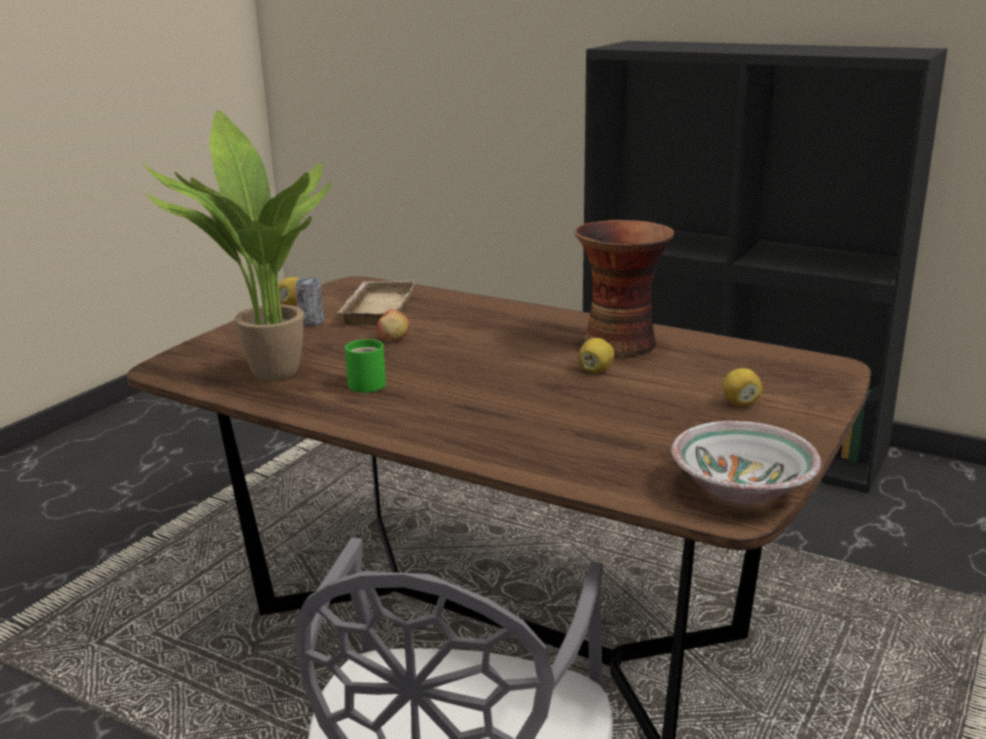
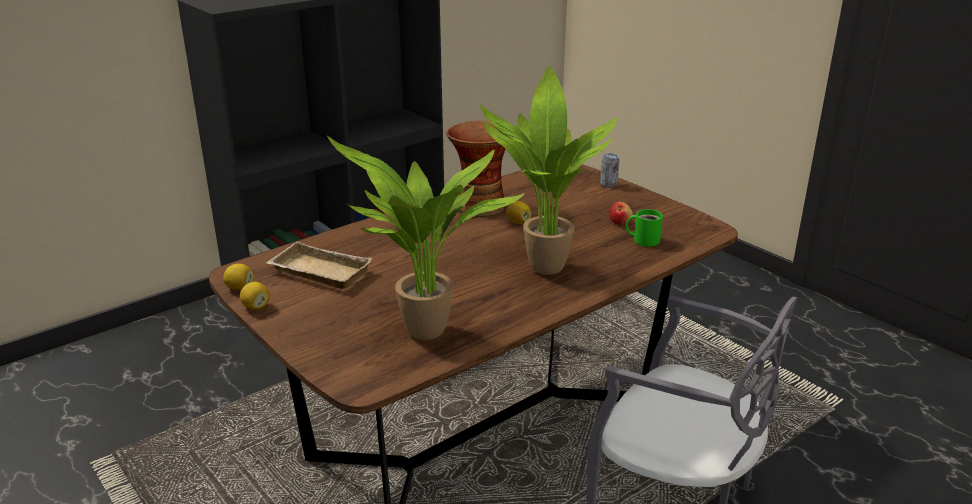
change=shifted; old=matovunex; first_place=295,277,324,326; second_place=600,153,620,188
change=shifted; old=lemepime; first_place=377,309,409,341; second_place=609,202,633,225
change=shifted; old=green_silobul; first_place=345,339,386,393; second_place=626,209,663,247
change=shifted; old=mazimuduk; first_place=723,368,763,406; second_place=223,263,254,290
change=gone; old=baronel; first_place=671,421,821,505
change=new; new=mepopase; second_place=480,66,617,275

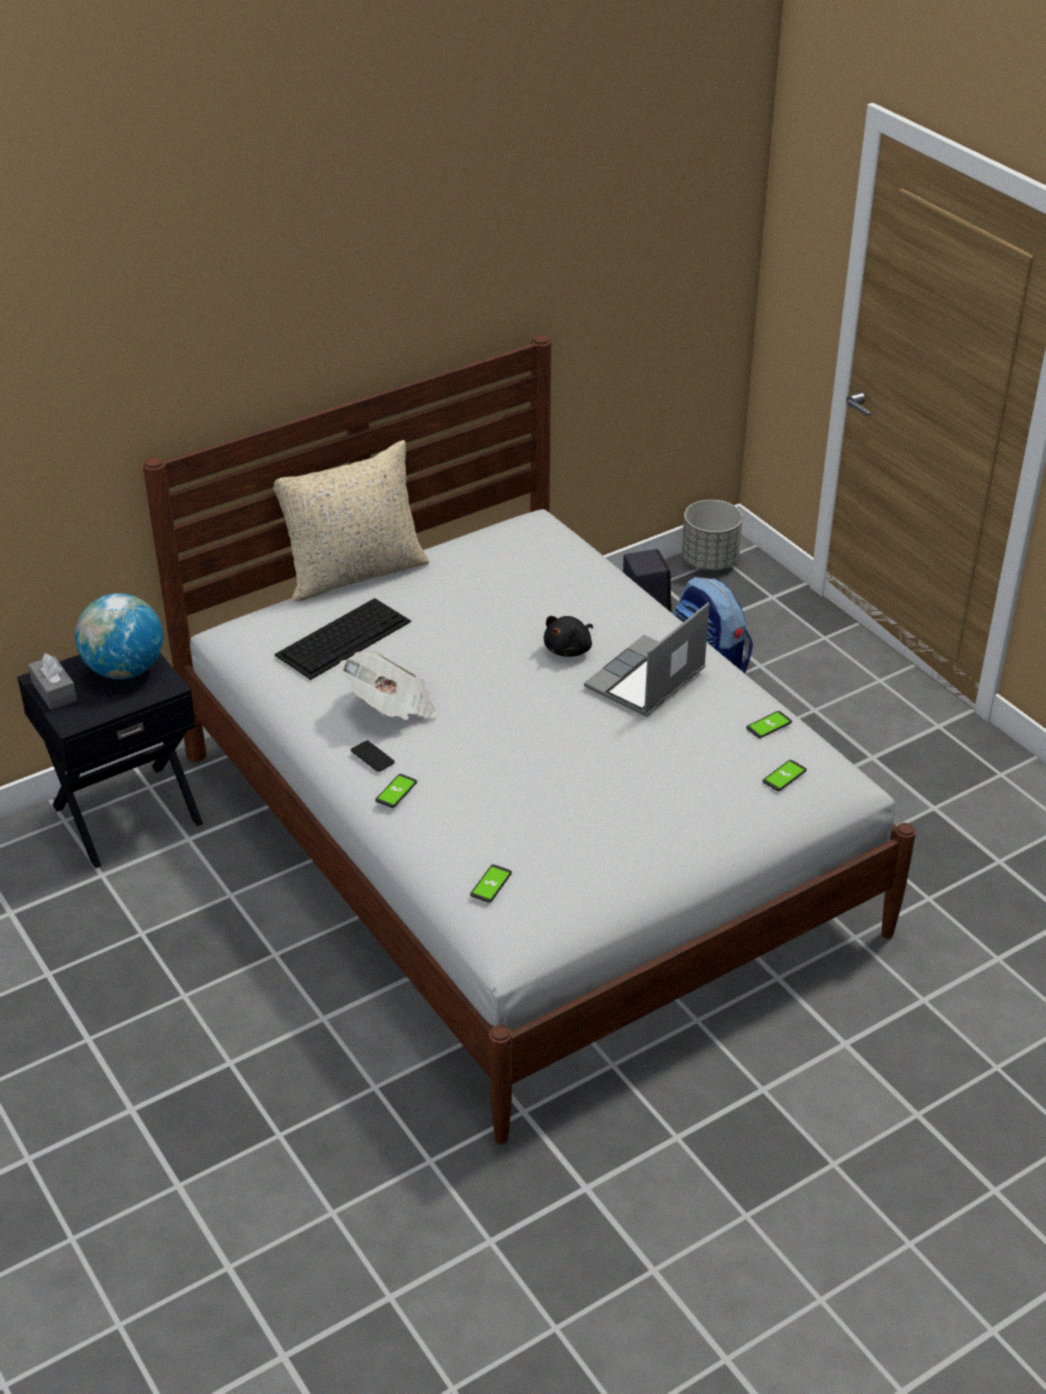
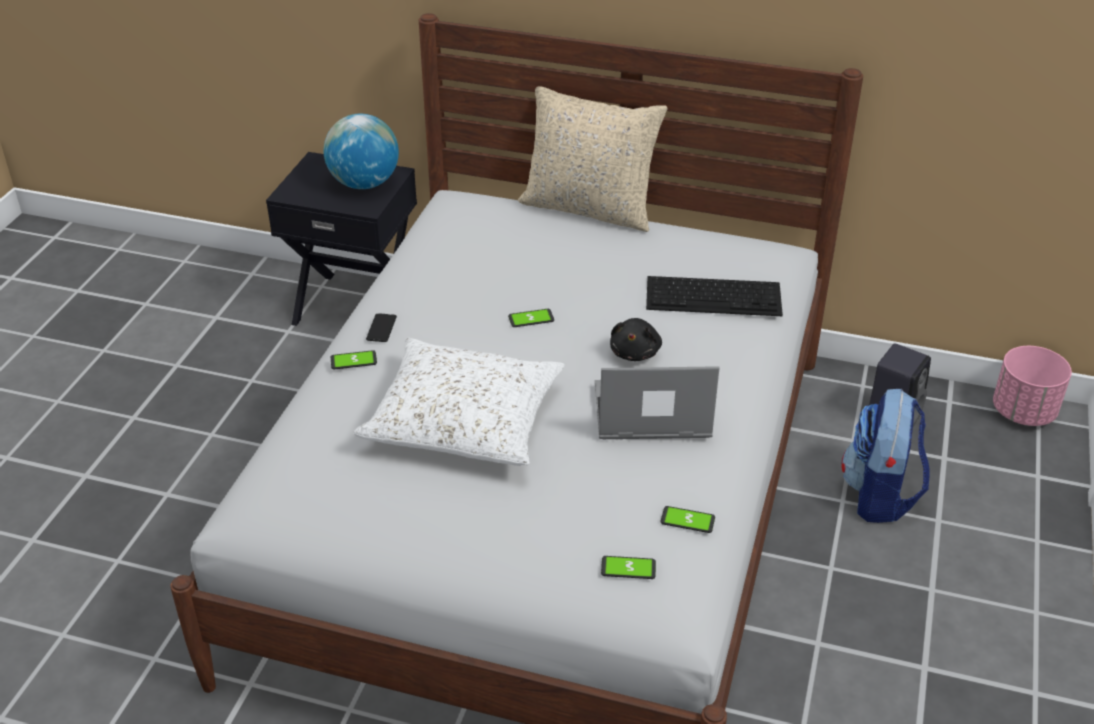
change=repainted; old=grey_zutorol; new=pink_zutorol; first_place=682,500,743,570; second_place=993,346,1072,426
change=shifted; old=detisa; first_place=274,598,411,680; second_place=646,276,783,316
change=rotated; old=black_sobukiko; first_place=544,616,593,657; second_place=610,318,662,361; degrees=-75
change=gone; old=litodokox; first_place=340,651,438,720
change=gone; old=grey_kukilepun; first_place=28,653,77,710
change=shifted; old=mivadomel; first_place=470,864,512,903; second_place=508,309,554,327
change=new; new=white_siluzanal; second_place=353,338,565,466

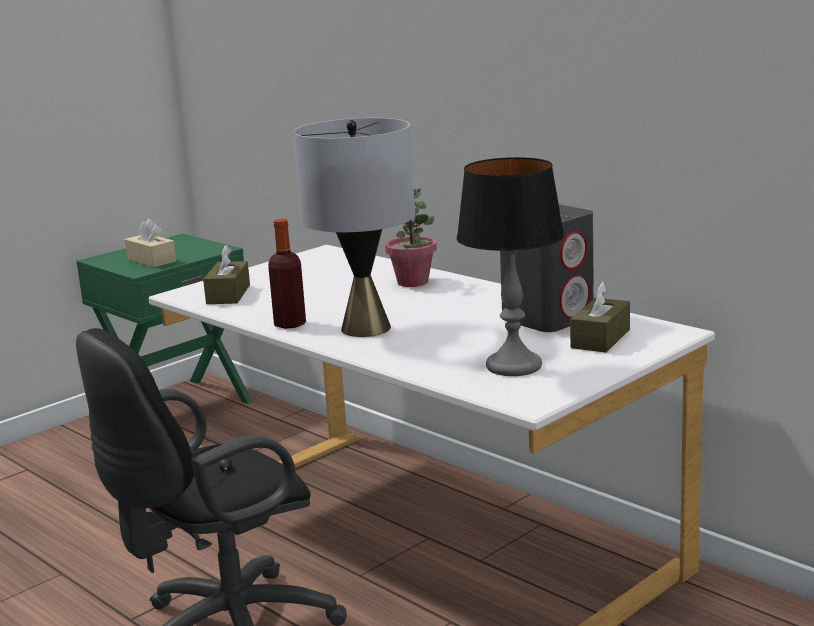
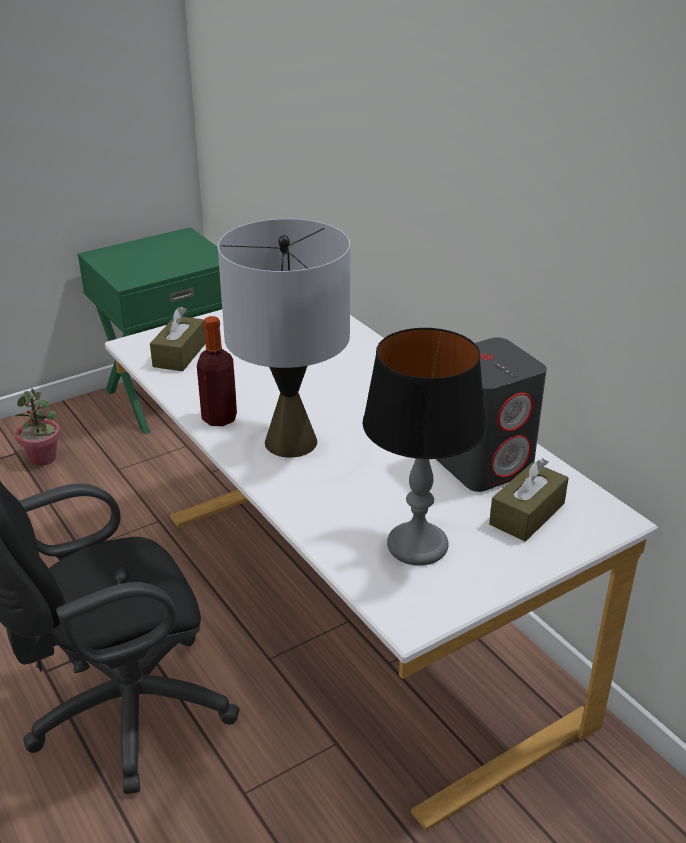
change=shifted; old=mepopase; first_place=385,188,437,287; second_place=15,388,60,466
change=gone; old=beige_kukilepun; first_place=125,219,176,268

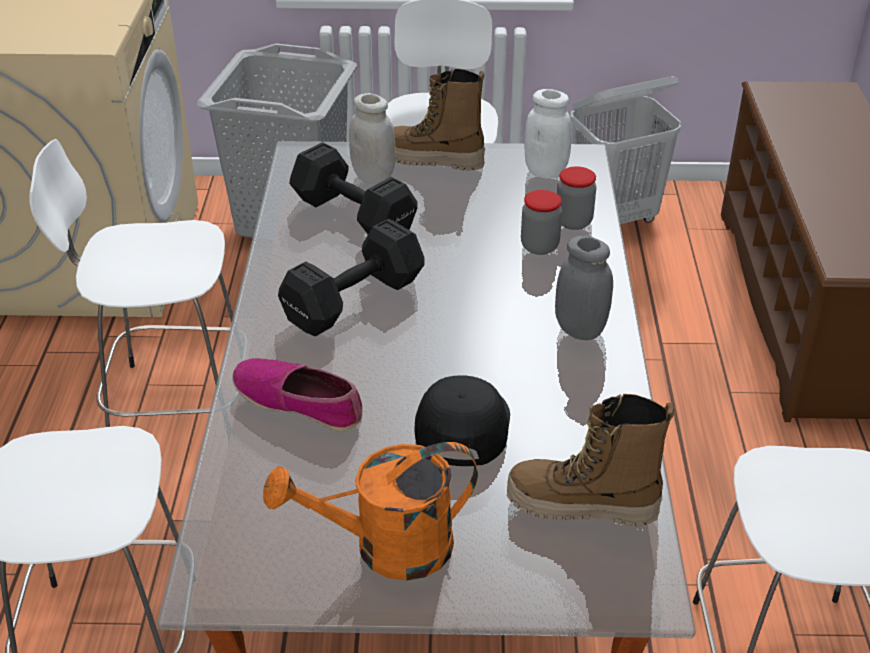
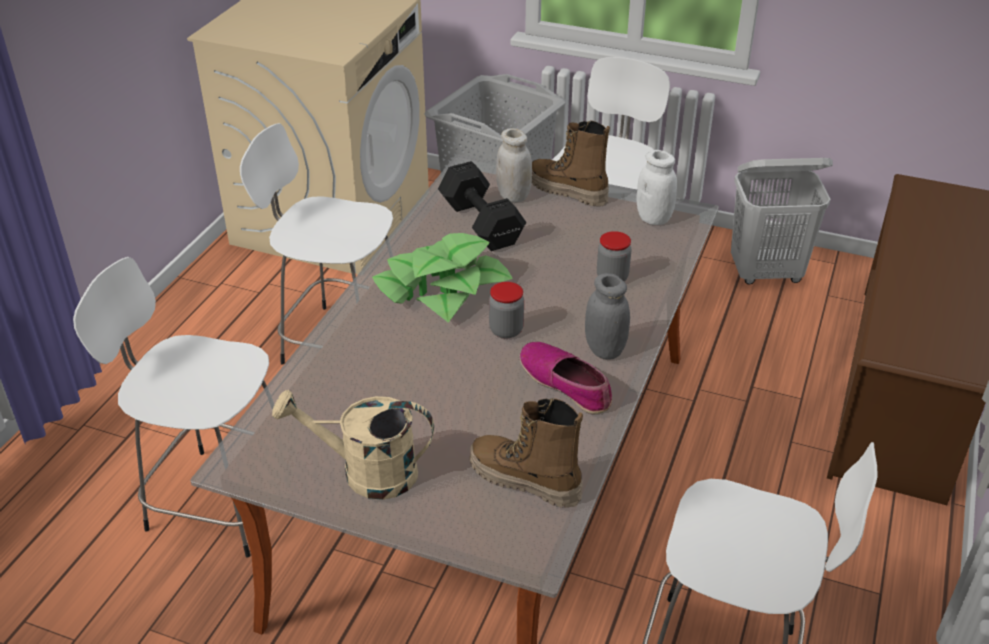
change=shifted; old=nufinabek; first_place=557,166,596,230; second_place=489,282,524,338
change=swapped; old=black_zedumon; new=mepopase; first_place=278,219,424,336; second_place=372,233,513,323
change=shifted; old=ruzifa; first_place=233,358,363,431; second_place=520,342,612,414
change=gone; old=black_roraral; first_place=414,375,510,466
change=repainted; old=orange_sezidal; new=beige_sezidal; first_place=263,442,478,581; second_place=272,390,434,500

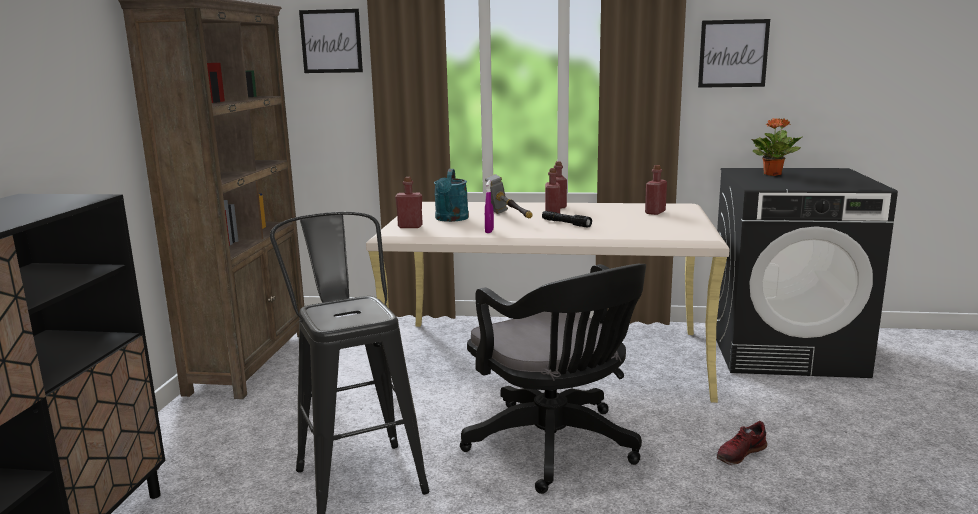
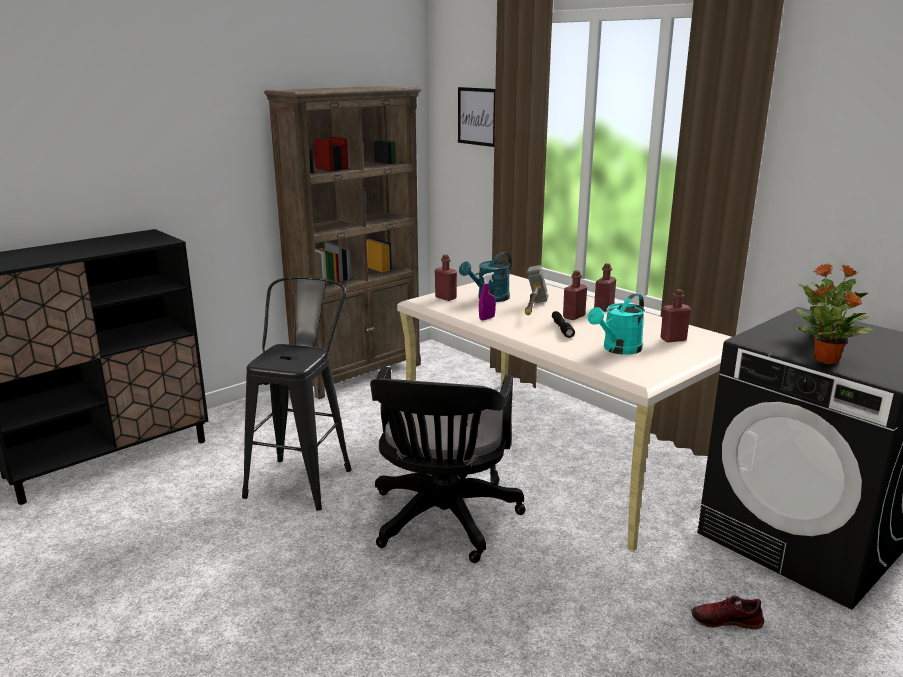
change=gone; old=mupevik; first_place=698,19,770,88
change=shifted; old=ruzifa; first_place=717,421,767,465; second_place=691,595,764,629
change=new; new=mepopase; second_place=796,285,873,365
change=new; new=turquoise_sezidal; second_place=588,293,645,355

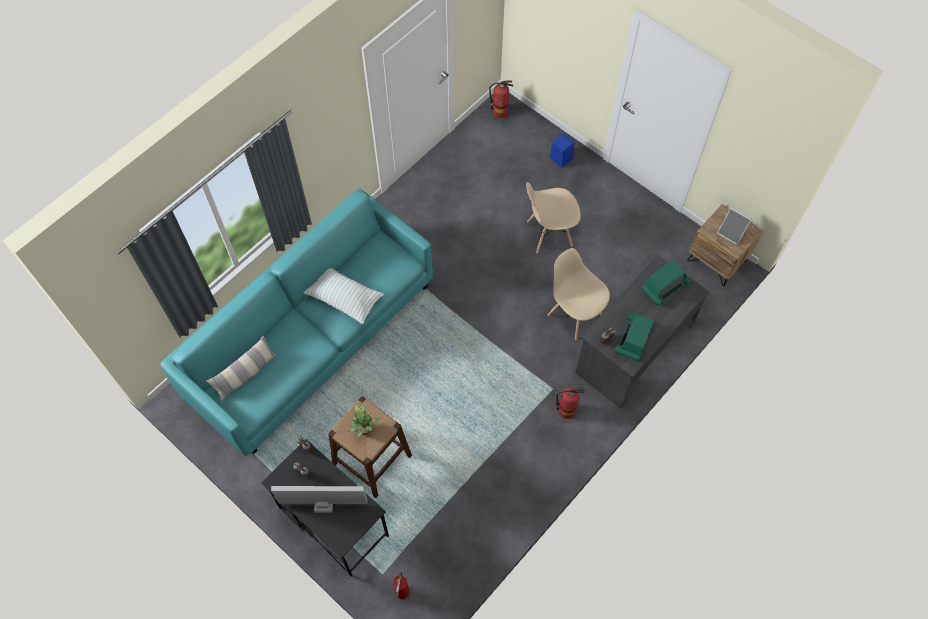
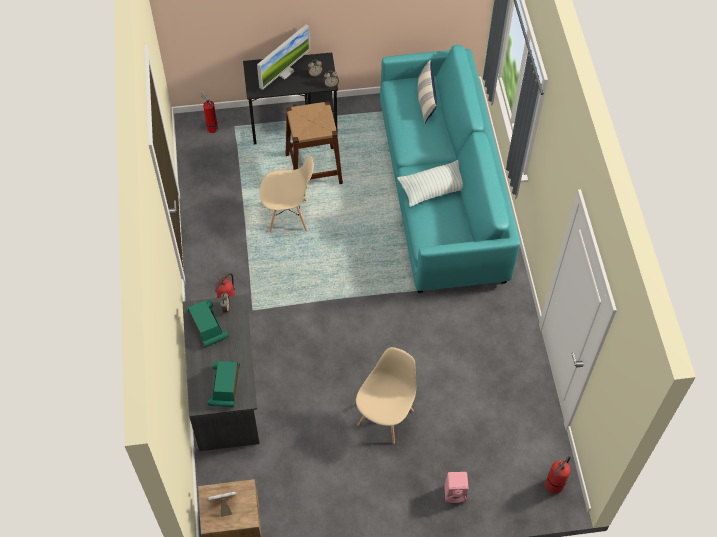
change=repainted; old=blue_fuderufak; new=pink_fuderufak; first_place=550,134,574,168; second_place=444,472,468,503
change=shifted; old=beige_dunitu; first_place=548,248,610,340; second_place=260,156,314,232
change=gone; old=mepopase; first_place=350,405,380,437

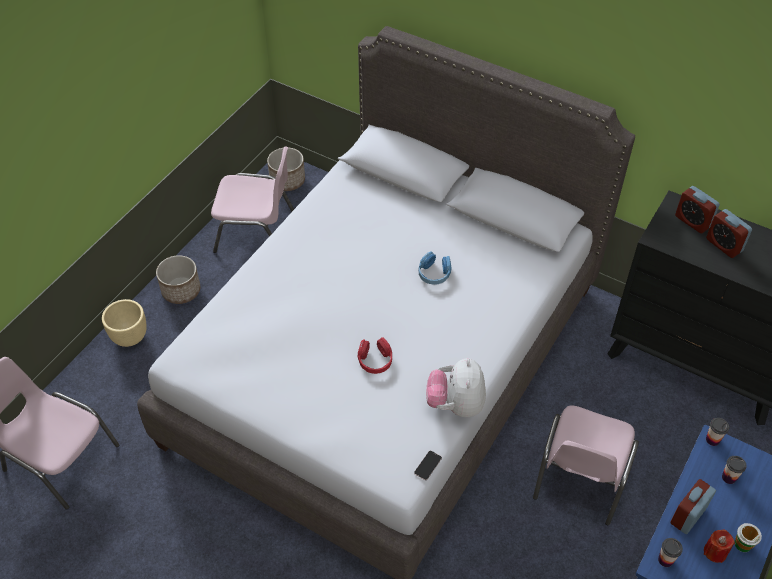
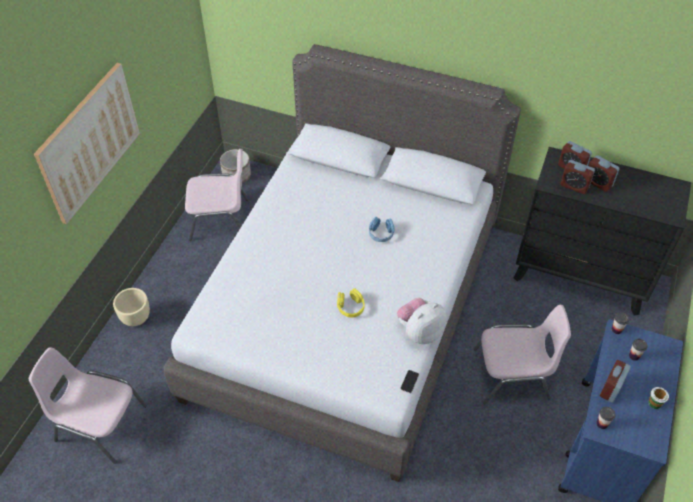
change=gone; old=zutorol; first_place=156,255,200,304
change=repainted; old=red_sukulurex; new=yellow_sukulurex; first_place=358,337,392,374; second_place=337,288,365,317
change=rotated; old=sobukiko; first_place=426,358,486,417; second_place=397,298,447,344; degrees=60
change=rotated; old=pink_dunitu; first_place=533,405,639,525; second_place=474,305,571,404; degrees=-105
change=gone; old=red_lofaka; first_place=704,529,735,563
change=new; new=mupevik; second_place=34,63,140,224
change=new; new=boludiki; second_place=560,160,595,194

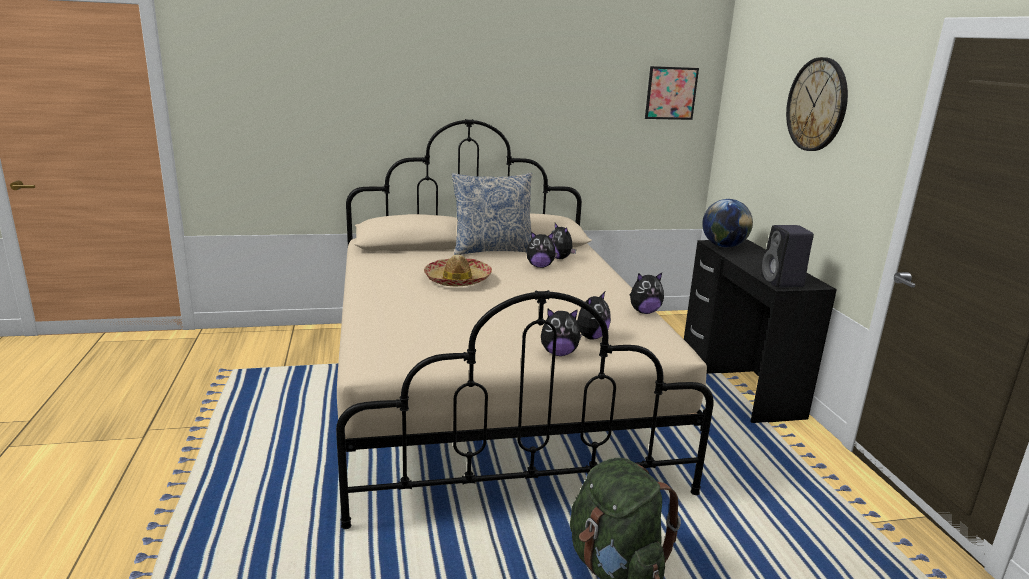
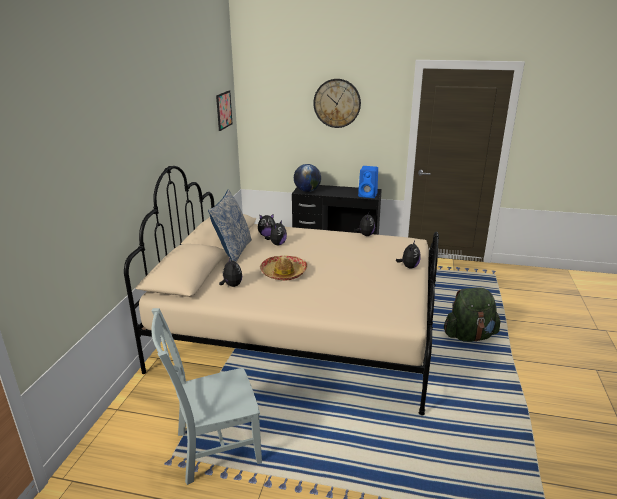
change=repainted; old=black_fuderufak; new=blue_fuderufak; first_place=761,225,814,287; second_place=358,166,378,198
change=shifted; old=sobukiko; first_place=576,292,611,340; second_place=219,257,242,287
change=new; new=grey_dunitu; second_place=151,308,262,485

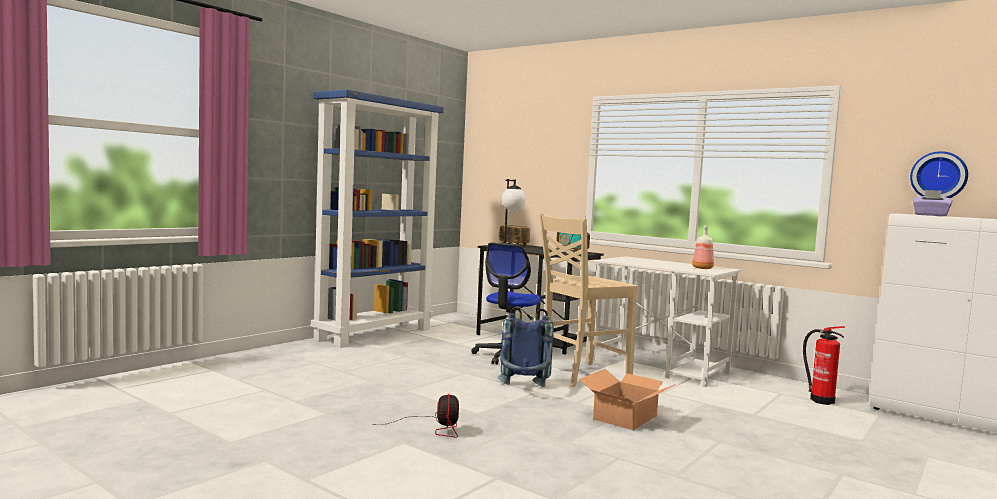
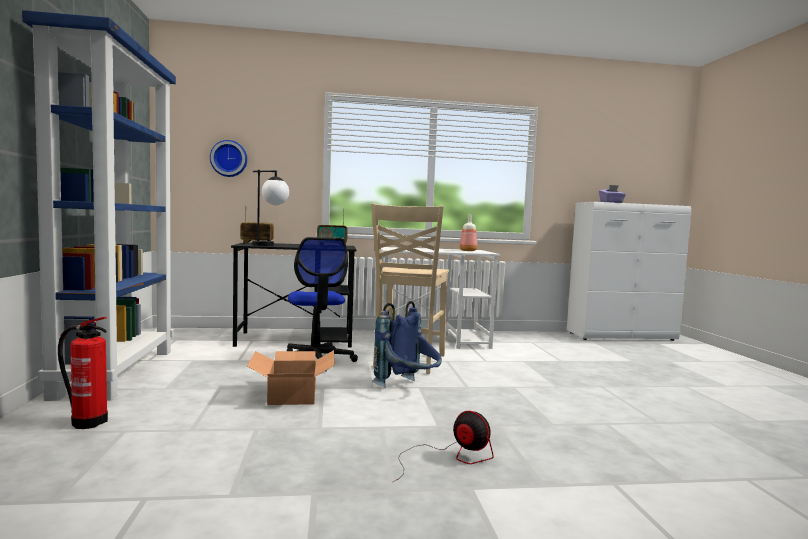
change=shifted; old=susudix; first_place=910,151,968,198; second_place=210,140,247,177
change=shifted; old=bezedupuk; first_place=803,326,845,405; second_place=58,317,108,429
change=shifted; old=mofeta; first_place=579,369,676,430; second_place=247,350,335,405

